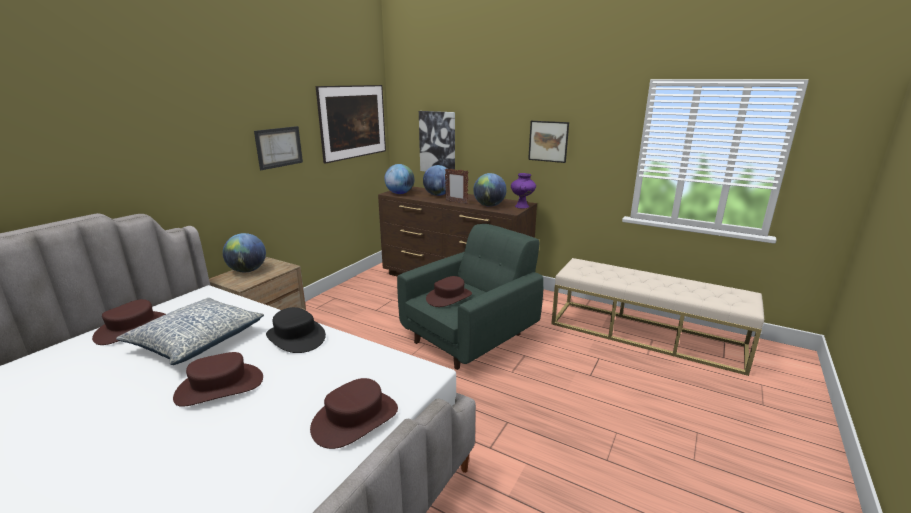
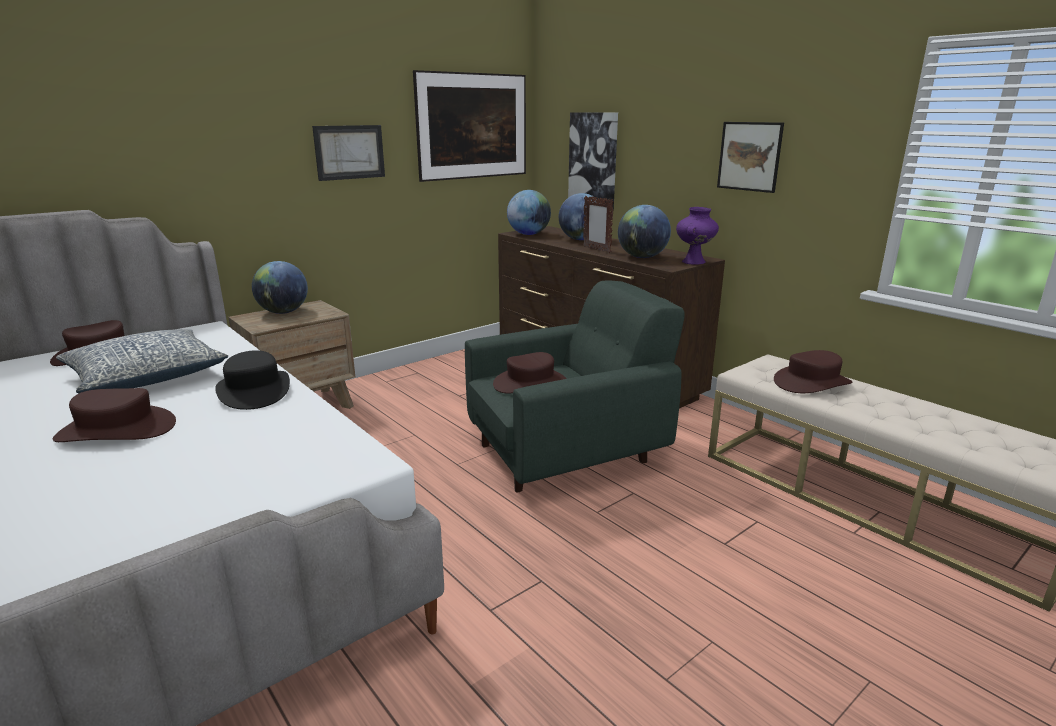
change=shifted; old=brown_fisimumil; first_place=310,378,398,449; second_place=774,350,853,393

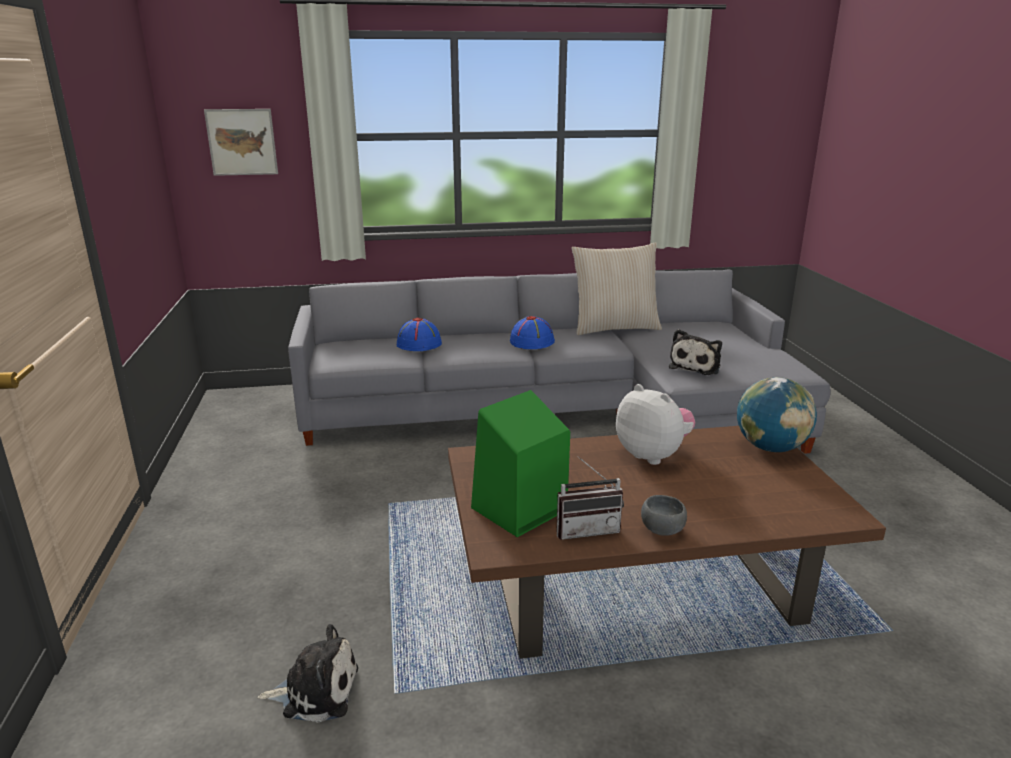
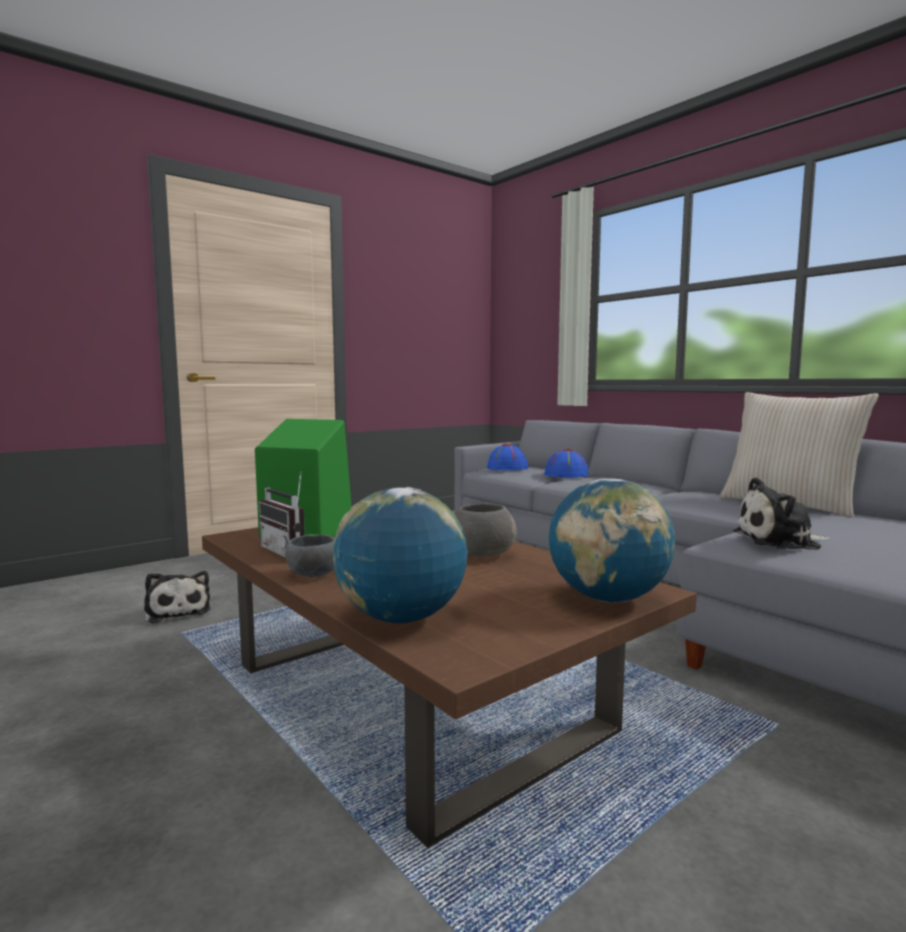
change=gone; old=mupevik; first_place=204,109,278,176
change=shifted; old=blue_fisimumil; first_place=510,316,555,349; second_place=487,444,528,471
change=swapped; old=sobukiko; new=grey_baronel; first_place=616,384,695,465; second_place=454,504,517,557
change=new; new=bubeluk; second_place=333,487,468,623

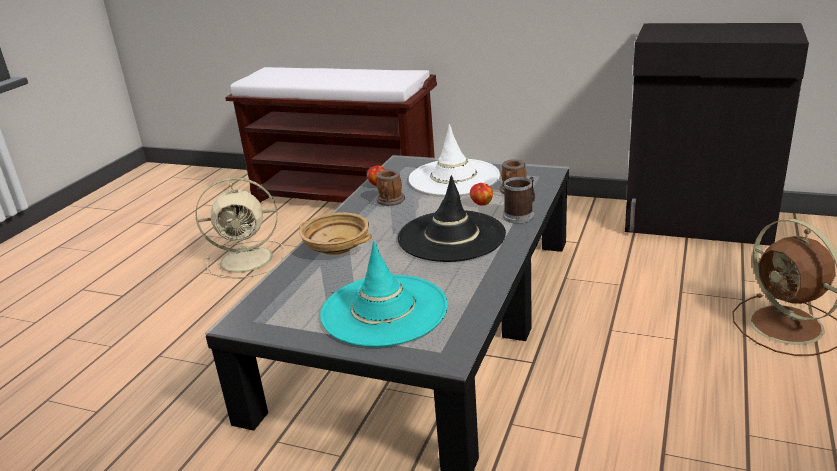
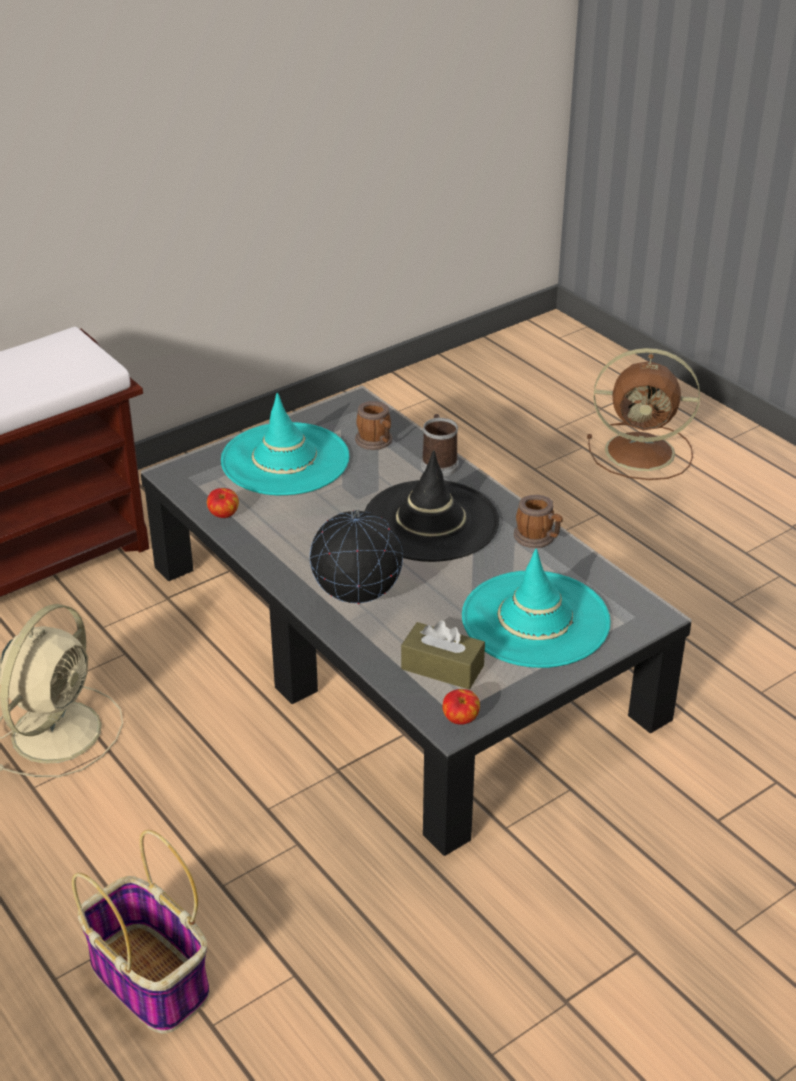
change=gone; old=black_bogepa; first_place=625,23,809,246
change=repainted; old=white_fisimumil; new=turquoise_fisimumil; first_place=409,124,500,196; second_place=221,393,349,495
change=shifted; old=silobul; first_place=377,170,405,206; second_place=514,495,563,548
change=shifted; old=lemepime; first_place=470,183,493,206; second_place=442,689,480,725
change=swapped; old=beige_baronel; new=bubeluk; first_place=299,212,372,255; second_place=310,509,403,604
change=new; new=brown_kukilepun; second_place=401,621,485,689
change=new; new=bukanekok; second_place=72,830,210,1034

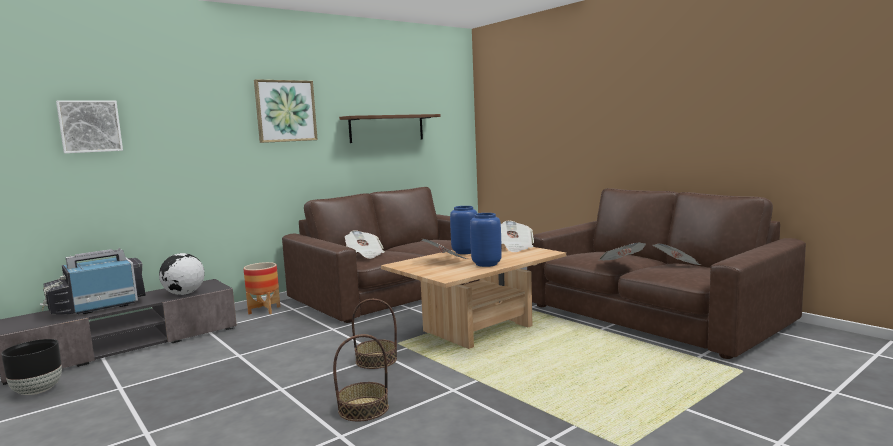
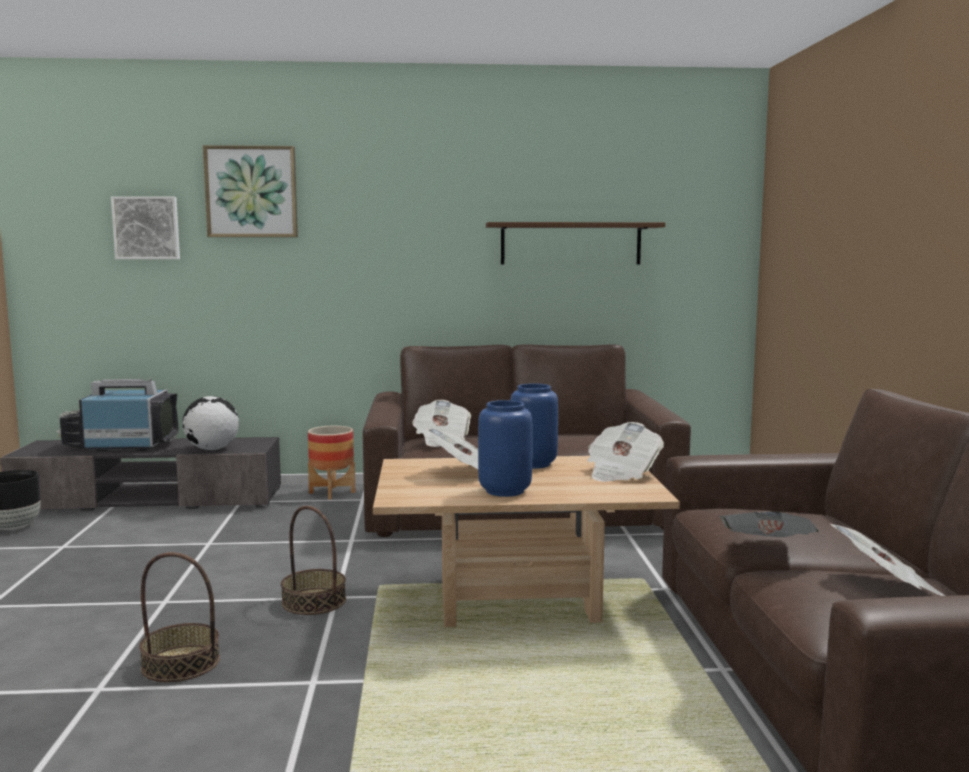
change=shifted; old=mupevik; first_place=254,79,318,143; second_place=203,145,298,237

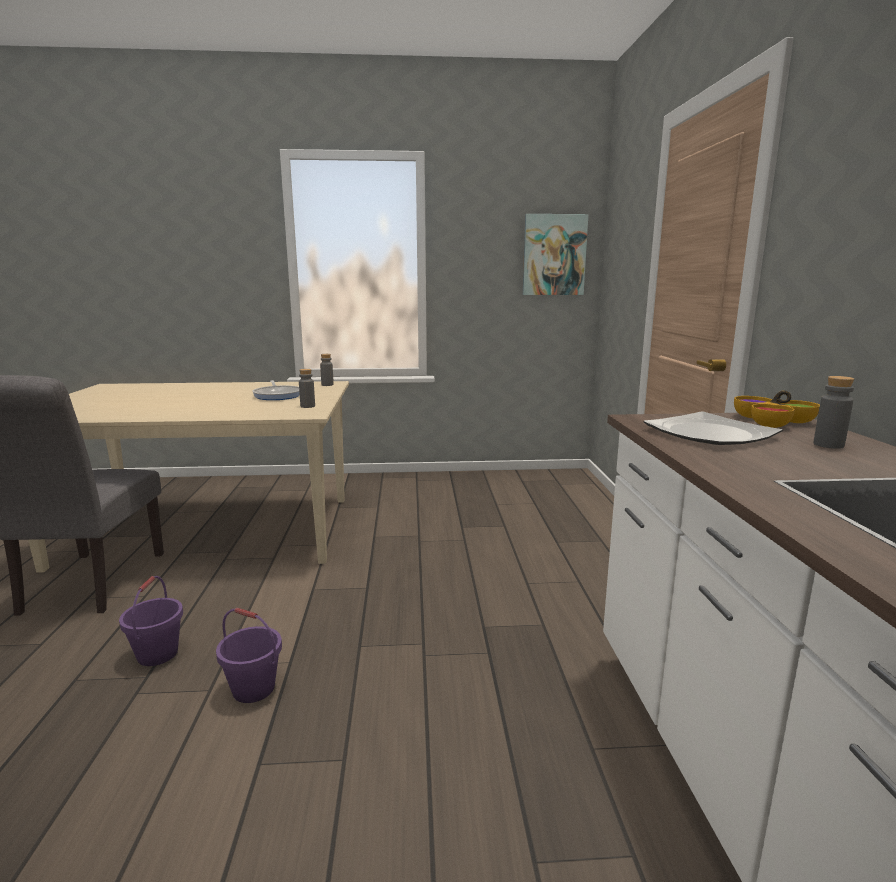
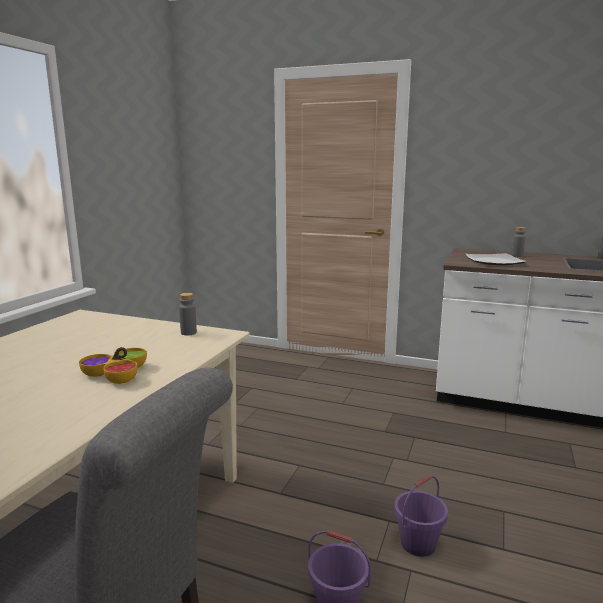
change=gone; old=mupevik; first_place=523,214,589,295
change=gone; old=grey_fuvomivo; first_place=320,354,334,386
change=gone; old=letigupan; first_place=253,380,300,400
change=shifted; old=baronel; first_place=734,390,820,428; second_place=79,347,147,384

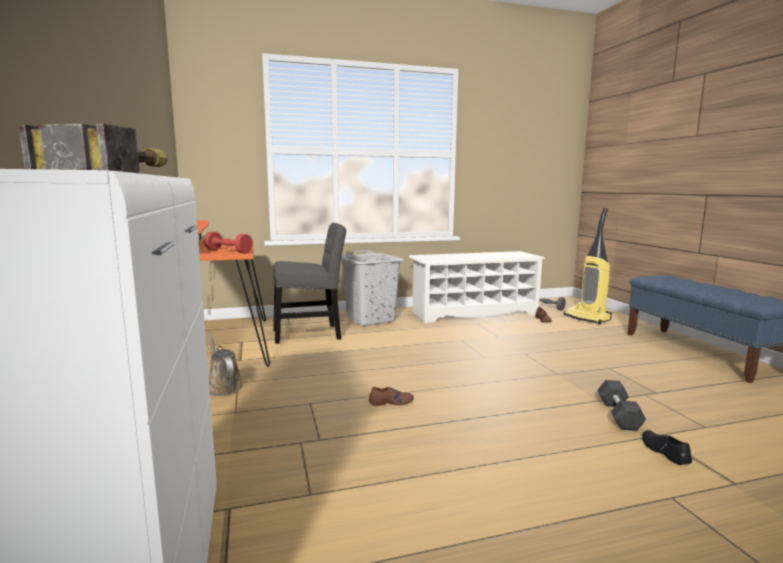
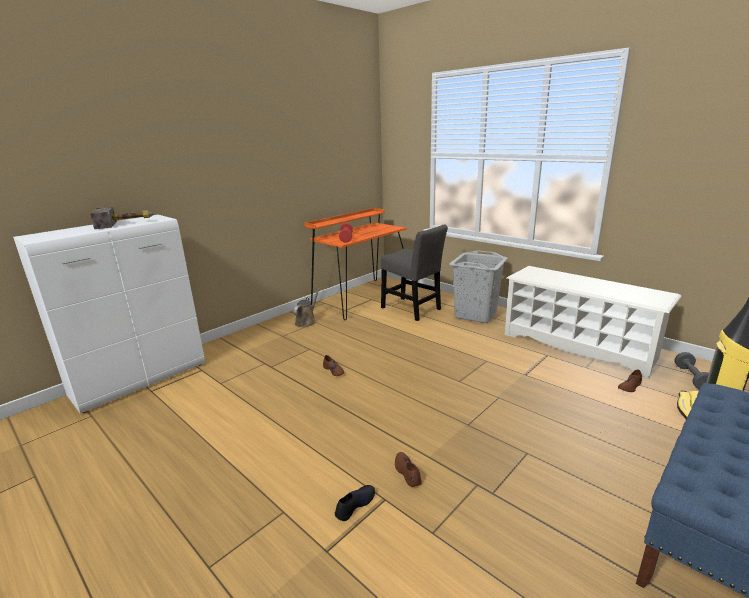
change=swapped; old=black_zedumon; new=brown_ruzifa; first_place=597,380,646,431; second_place=395,452,421,487

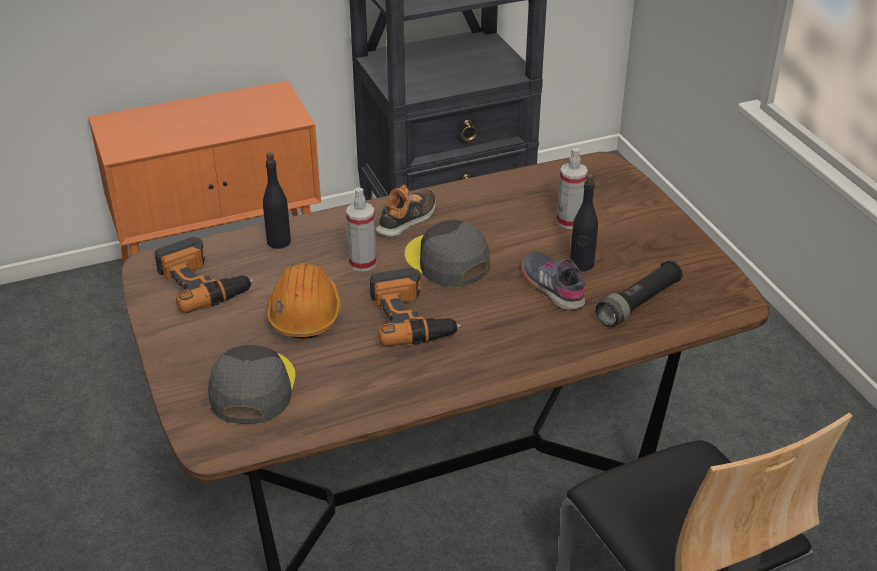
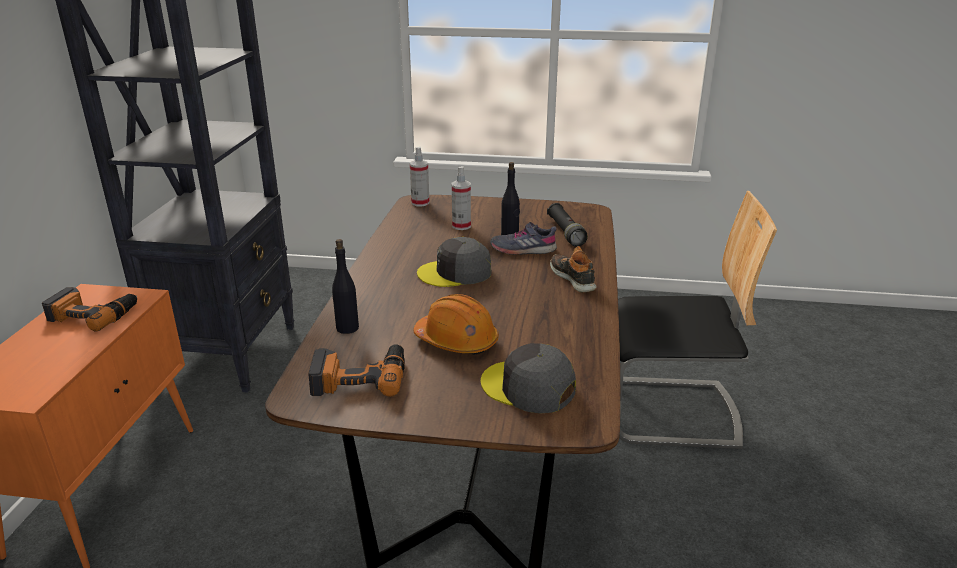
change=shifted; old=ruzifa; first_place=376,185,436,237; second_place=550,246,597,293
change=shifted; old=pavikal; first_place=346,187,377,271; second_place=410,147,429,206
change=shifted; old=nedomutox; first_place=370,268,461,347; second_place=42,287,137,332

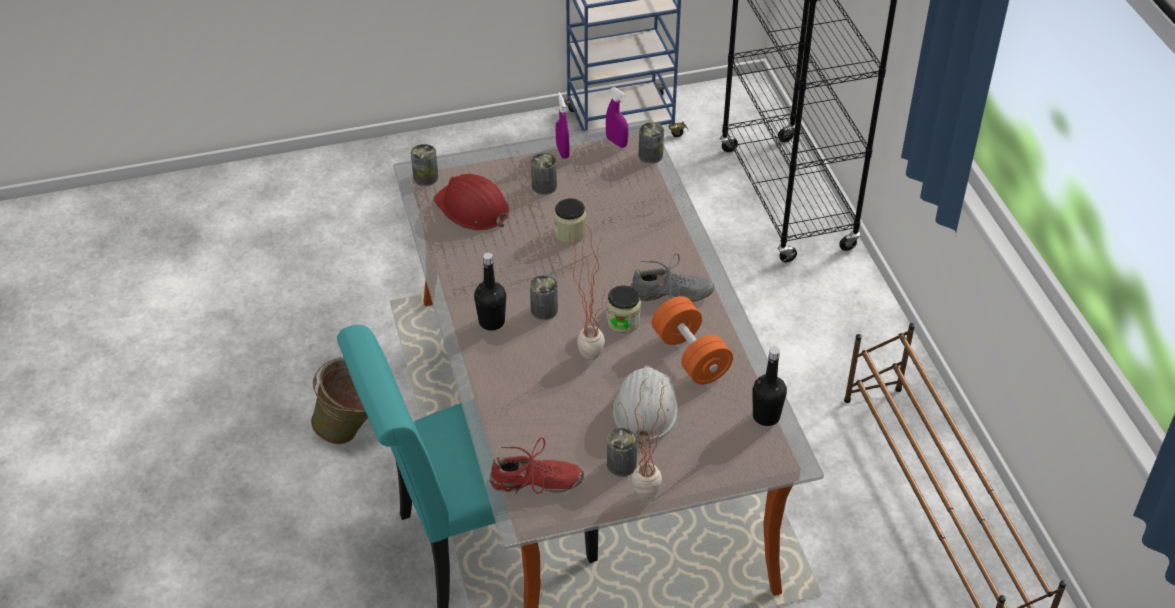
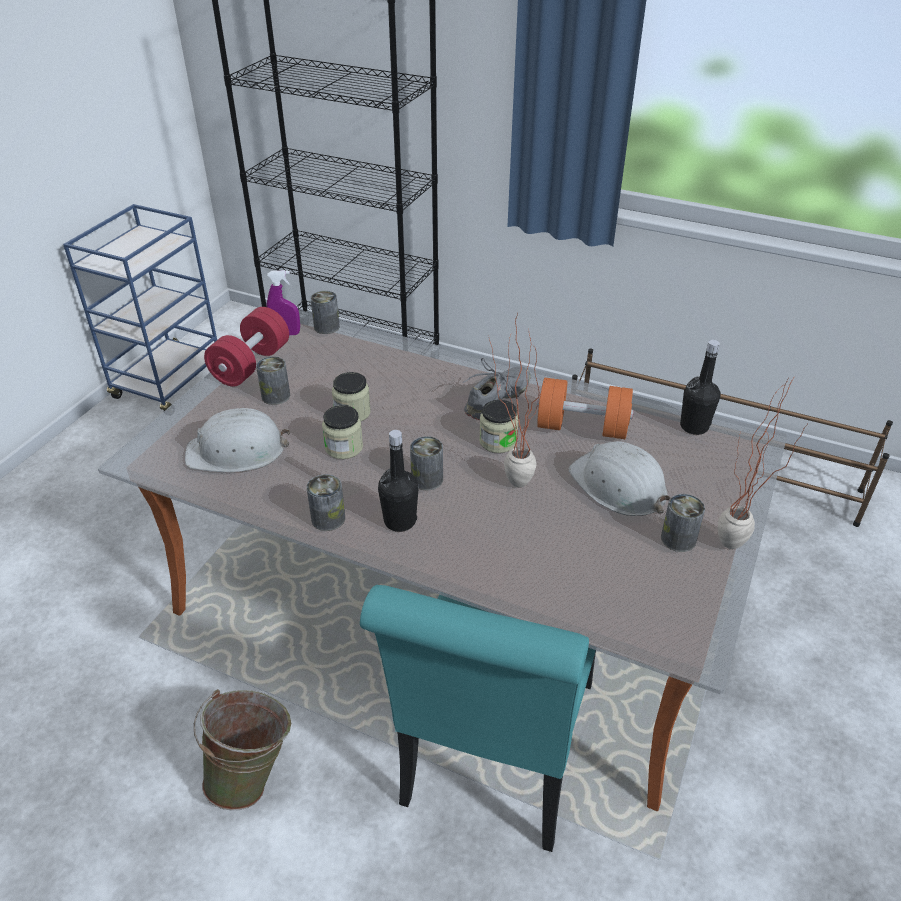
change=swapped; old=purple_pavikal; new=red_zedumon; first_place=556,92,569,159; second_place=204,307,289,386
change=shifted; old=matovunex; first_place=411,144,438,186; second_place=307,474,345,531
change=repainted; old=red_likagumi; new=white_likagumi; first_place=434,174,509,231; second_place=185,408,290,472
change=gone; old=red_ruzifa; first_place=490,437,584,494
change=new; new=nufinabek; second_place=322,405,363,459

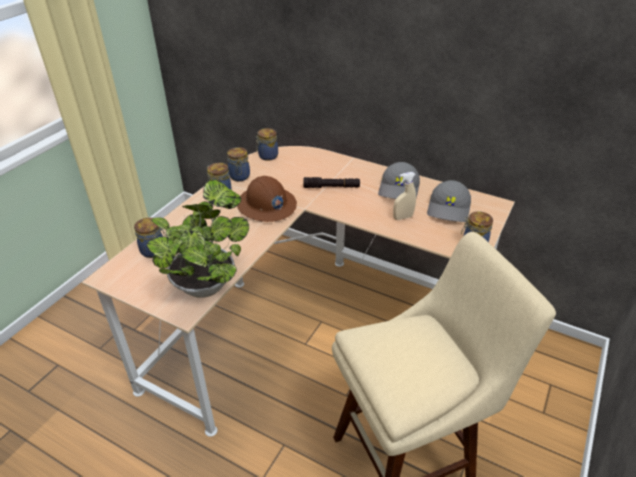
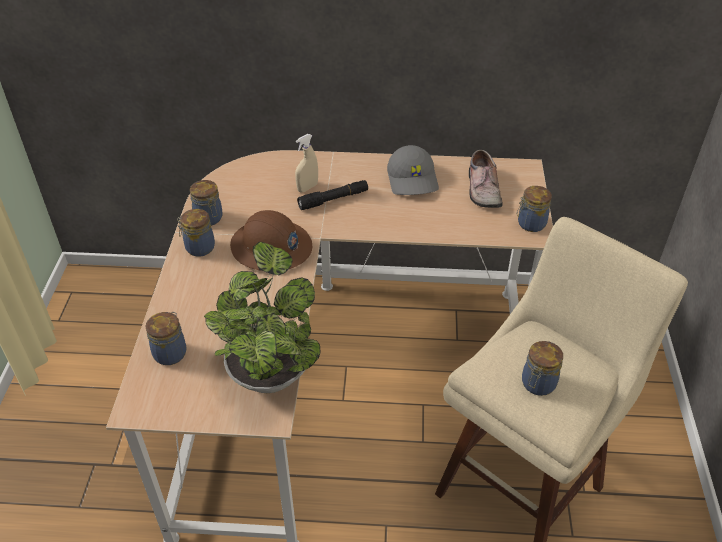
change=shifted; old=nufinabek; first_place=256,128,278,161; second_place=522,341,563,396
change=shifted; old=beige_pavikal; first_place=393,172,416,220; second_place=295,134,318,193
change=swapped; old=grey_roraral; new=ruzifa; first_place=427,180,471,222; second_place=469,150,503,208

